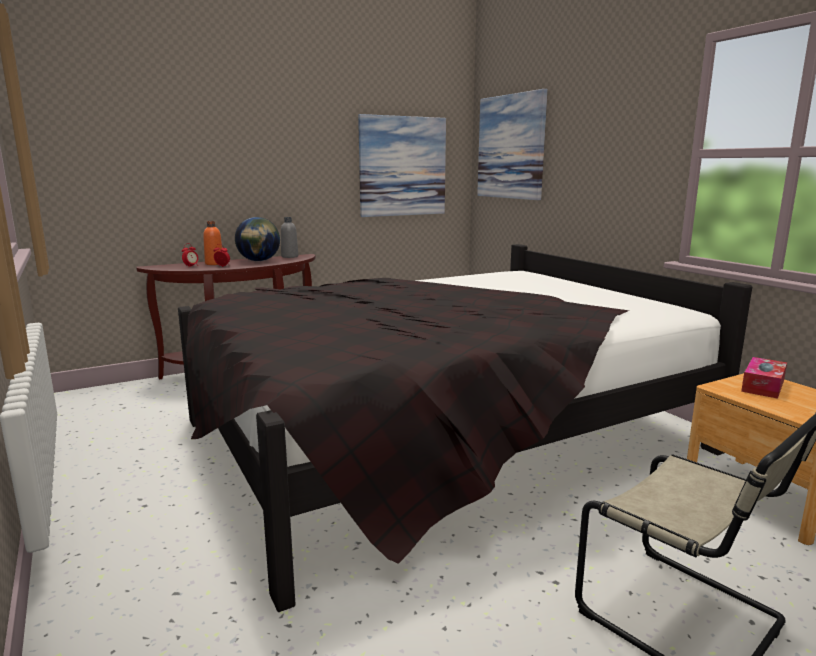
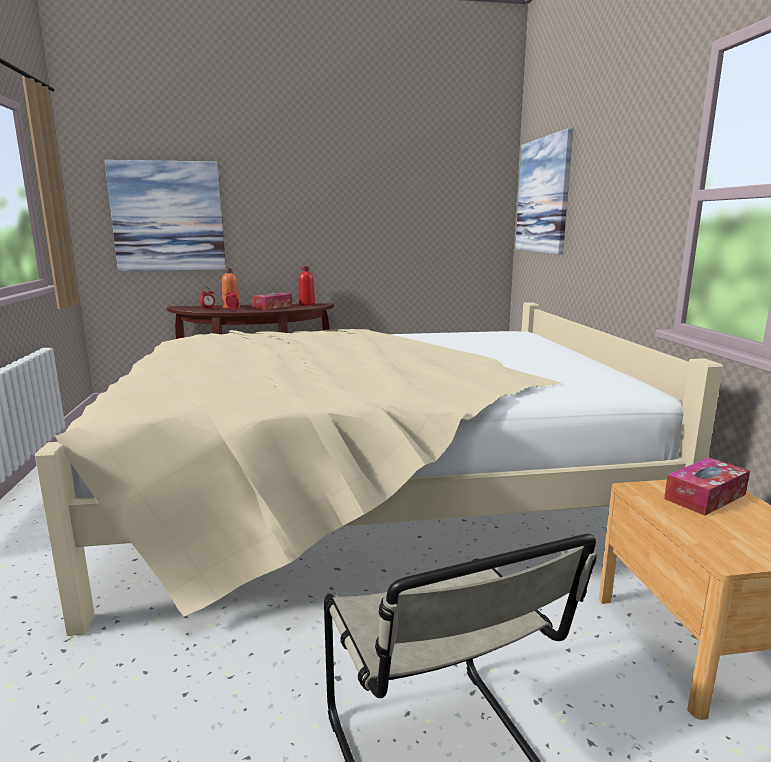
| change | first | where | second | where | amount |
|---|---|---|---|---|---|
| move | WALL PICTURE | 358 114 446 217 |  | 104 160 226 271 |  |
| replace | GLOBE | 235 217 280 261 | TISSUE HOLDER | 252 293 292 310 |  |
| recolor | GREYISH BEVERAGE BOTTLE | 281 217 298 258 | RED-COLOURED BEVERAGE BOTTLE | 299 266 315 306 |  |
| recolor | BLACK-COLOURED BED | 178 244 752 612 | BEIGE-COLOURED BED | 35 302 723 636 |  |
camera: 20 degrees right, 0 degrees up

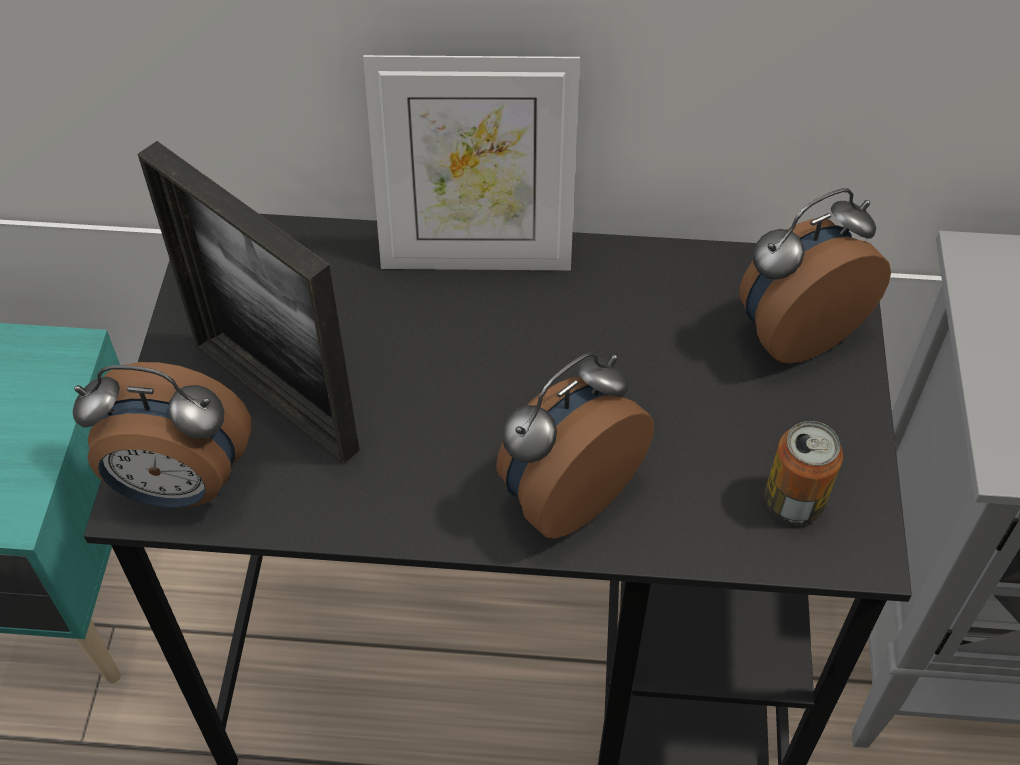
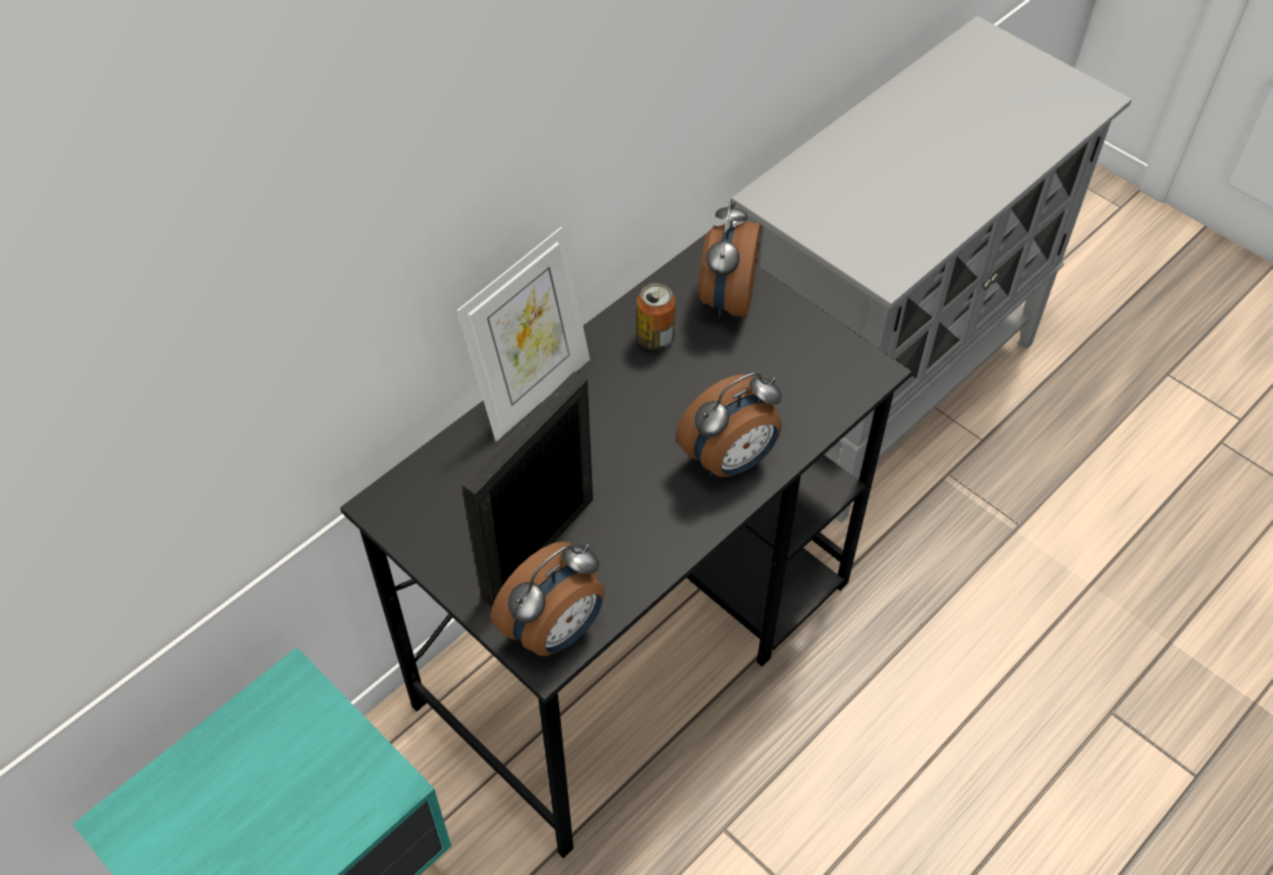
| change | first | where | second | where | amount |
|---|---|---|---|---|---|
| rotate | STANDING FRAME | 138 141 360 464 |  | 461 372 593 607 | 135 degrees clockwise |
| rotate | TABLE CLOCK | 496 352 654 539 |  | 676 373 782 477 | 120 degrees counterclockwise |
| move | METAL CAN | 764 421 843 524 |  | 637 283 676 350 |  |
camera: 50 degrees left, 0 degrees up

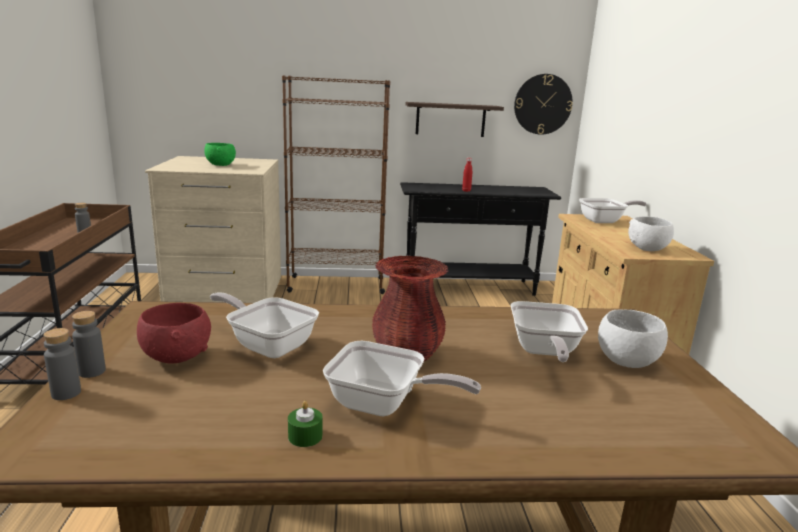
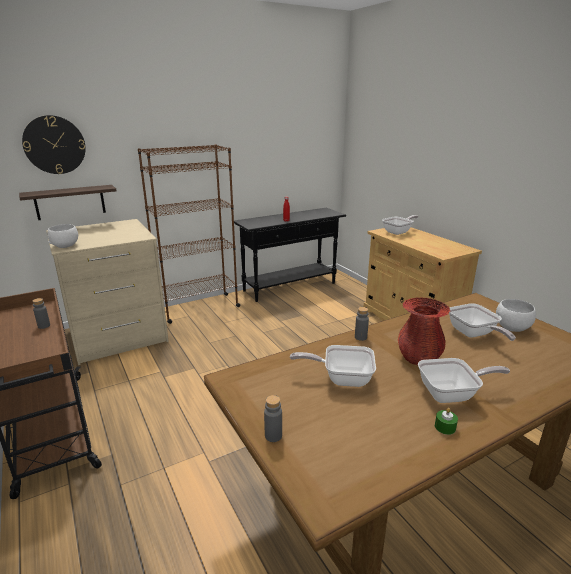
| change | first | where | second | where | amount |
|---|---|---|---|---|---|
| move | CLOCK ON THE WALL | 514 74 573 135 |  | 22 115 86 174 |  |
| move | SHELF | 405 102 504 137 |  | 19 185 117 220 |  |
| delete | GREEN SERVING BOWL | 204 143 236 166 |  |  |  |
| move | WHITE SERVING BOWL | 628 216 674 251 |  | 47 224 78 248 |  |
| delete | RED-COLOURED SERVING BOWL | 137 303 211 364 |  |  |  |
| move | GREYISH BEVERAGE BOTTLE | 43 328 81 400 |  | 355 307 369 341 |  |
camera: 25 degrees left, 5 degrees up

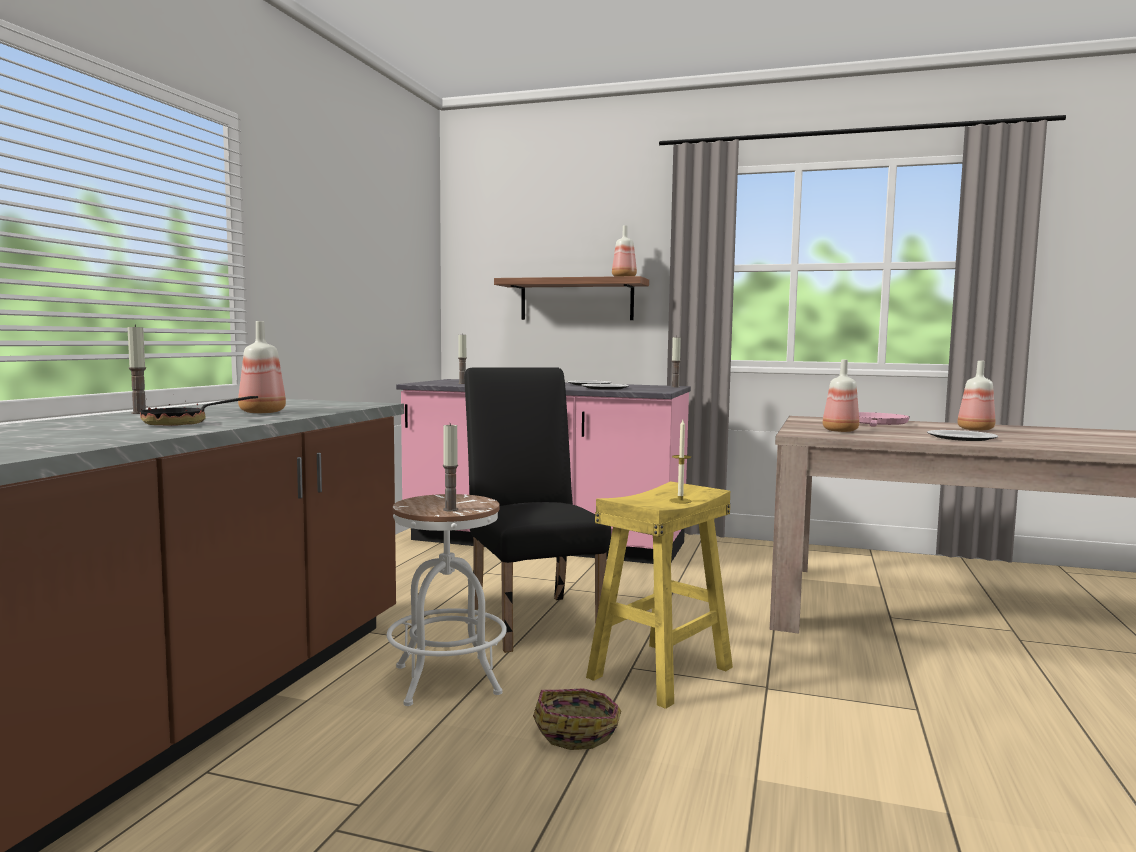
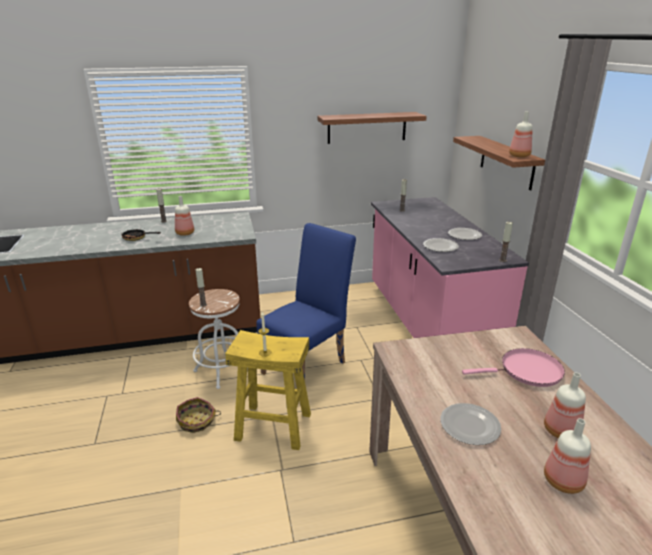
| change | first | where | second | where | amount |
|---|---|---|---|---|---|
| move | BEVERAGE BOTTLE | 823 360 859 432 |  | 544 418 591 494 |  |
| recolor | BLACK-COLOURED UPRIGHT CHAIR | 464 368 611 653 | BLUISH UPRIGHT CHAIR | 256 223 356 380 |  |
| insert |  |  | SHELF | 317 112 427 144 |  |
camera: 60 degrees right, 20 degrees up

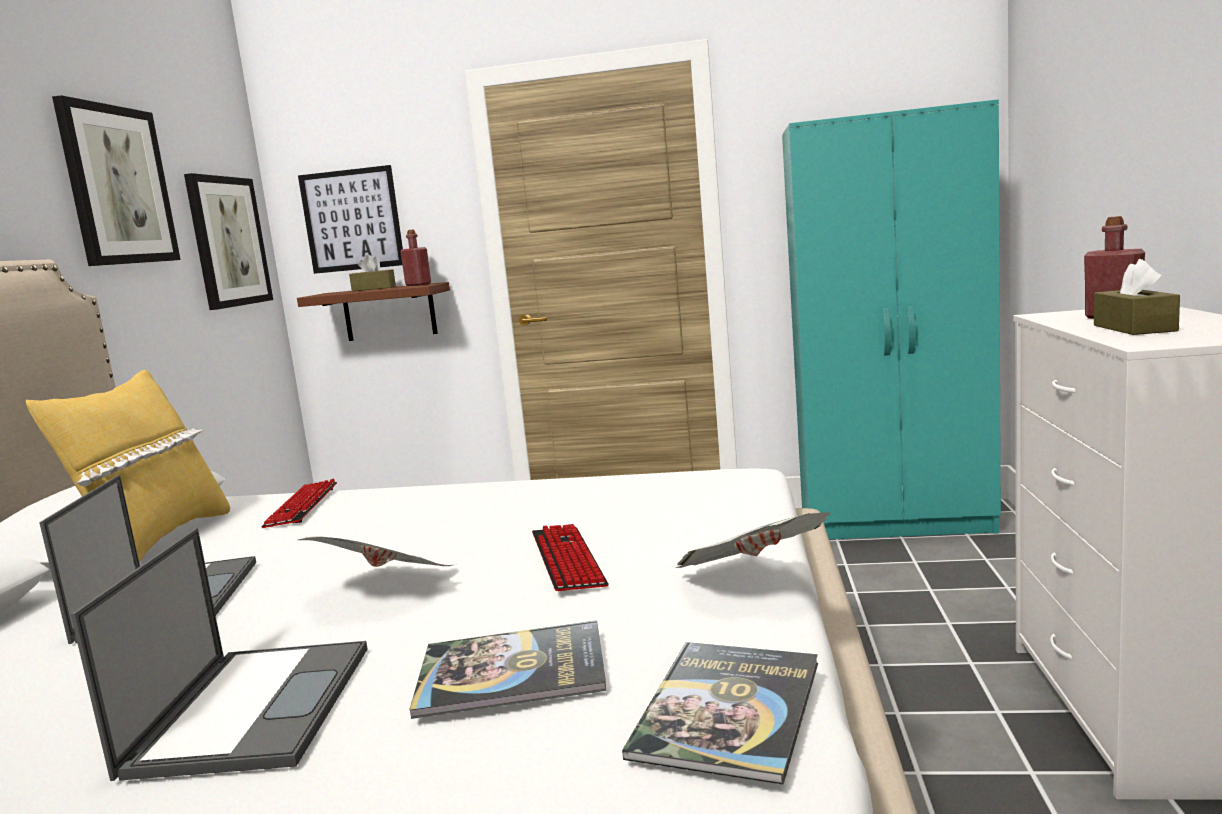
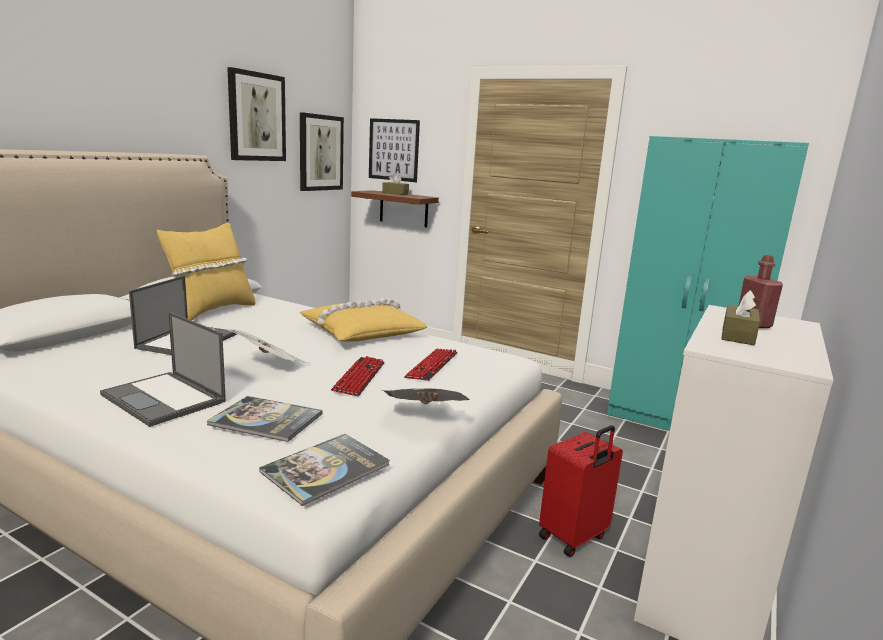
| change | first | where | second | where | amount |
|---|---|---|---|---|---|
| delete | RED-COLOURED BEVERAGE BOTTLE | 400 229 431 286 |  |  |  |
| move | KEYBOARD | 262 479 337 528 |  | 404 348 458 381 |  |
| rotate | NOTEBOOK COMPUTER | 71 528 368 781 |  | 100 312 226 427 | 105 degrees clockwise |
| insert |  |  | YELLOWISH CUSHION | 300 298 427 342 |  |
| insert |  |  | RED-COLOURED TRAVEL CASE | 539 425 623 557 |  |
camera: 20 degrees right, 5 degrees up

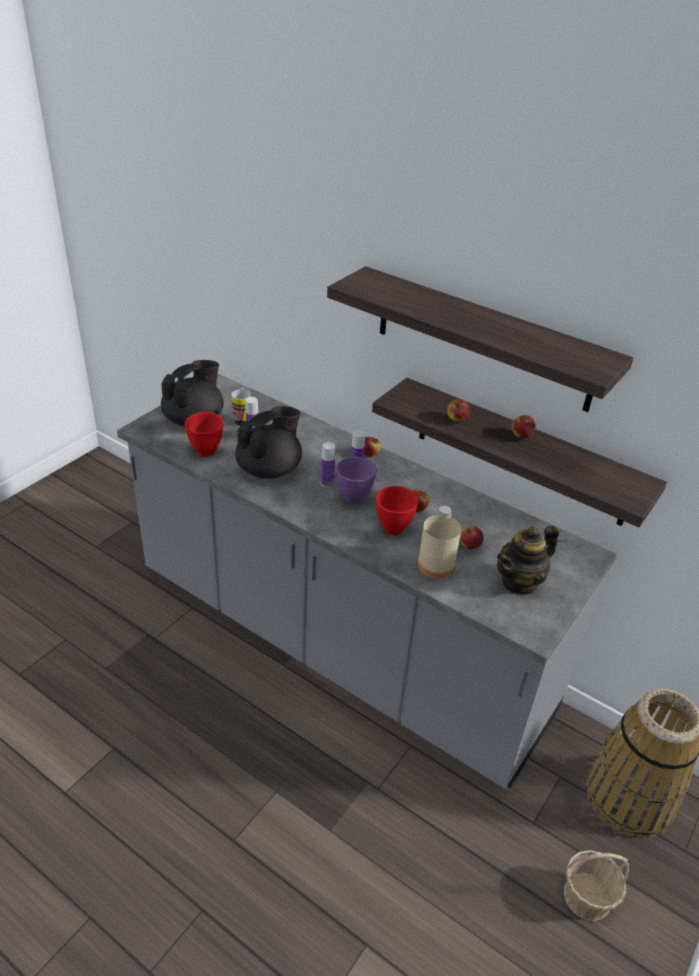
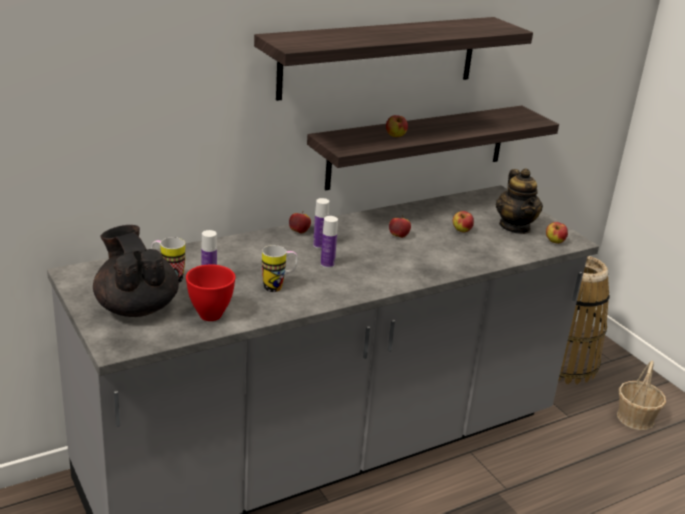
| change | first | where | second | where | amount |
|---|---|---|---|---|---|
| replace | BLACK-COLOURED TEAPOT | 235 406 302 479 | COFFEE MUG | 262 245 298 292 |  |
| move | APPLE FRUIT | 512 415 536 438 |  | 546 222 568 244 |  |
| delete | PURPLE SERVING BOWL | 336 457 377 504 |  |  |  |
| delete | RED-COLOURED SERVING BOWL | 376 486 418 535 |  |  |  |
| delete | BEIGE-COLOURED BEVERAGE BOTTLE | 417 506 461 578 |  |  |  |
camera: 65 degrees left, 10 degrees down

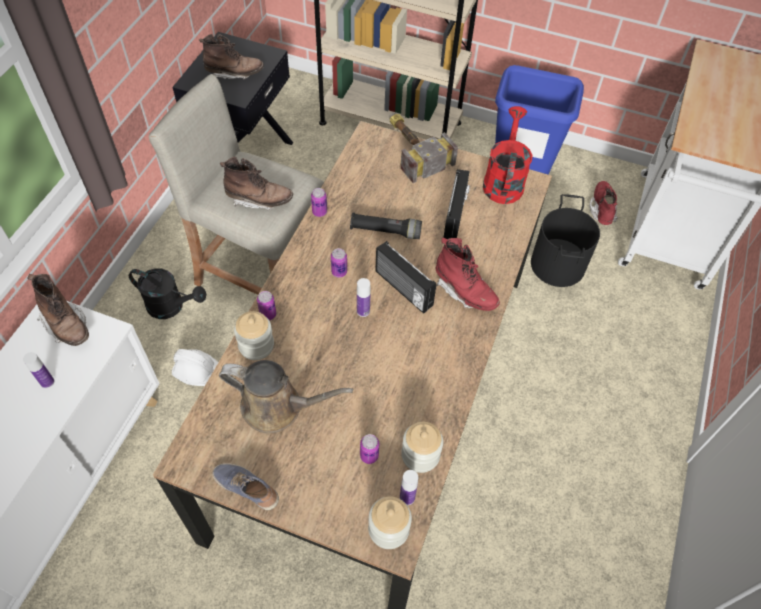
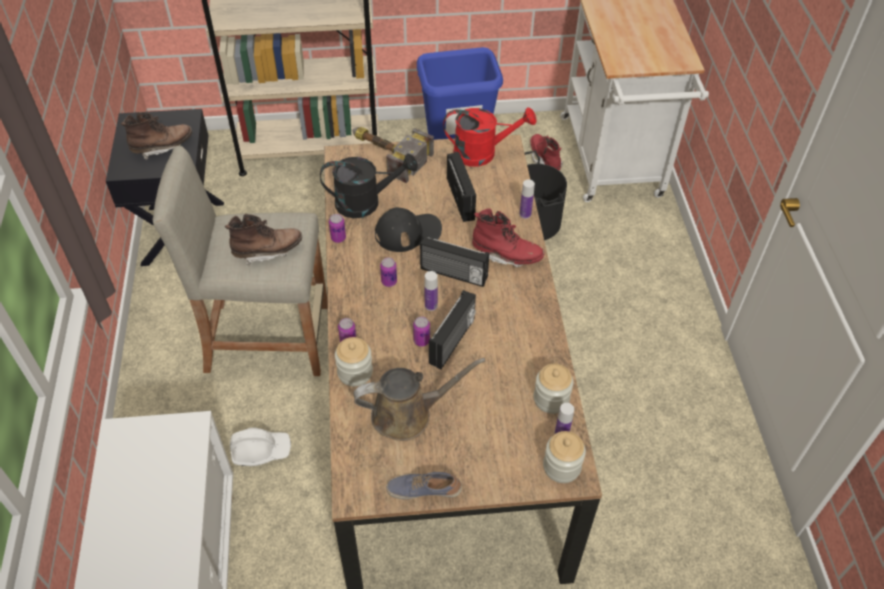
| change | first | where | second | where | amount |
|---|---|---|---|---|---|
| rotate | RED-COLOURED SPRINKLING CAN | 483 106 533 204 |  | 443 107 537 167 | 105 degrees clockwise |
| replace | BLACK-COLOURED FLASHLIGHT | 350 213 422 239 | BLACK-COLOURED BASEBALL CAP | 375 207 442 252 |  |
| move | BLACK-COLOURED SPRINKLING CAN | 129 268 206 319 |  | 320 153 418 218 |  |
| delete | BROWN-COLOURED HIGH-TOP BOOT | 27 274 89 346 |  |  |  |
| move | BEVERAGE BOTTLE | 23 352 54 388 |  | 520 179 535 219 |  |
| move | METAL CAN | 360 434 379 464 |  | 413 317 430 347 |  |
| insert |  |  | RADIO | 429 290 476 369 |  |
camera: 25 degrees left, 5 degrees down

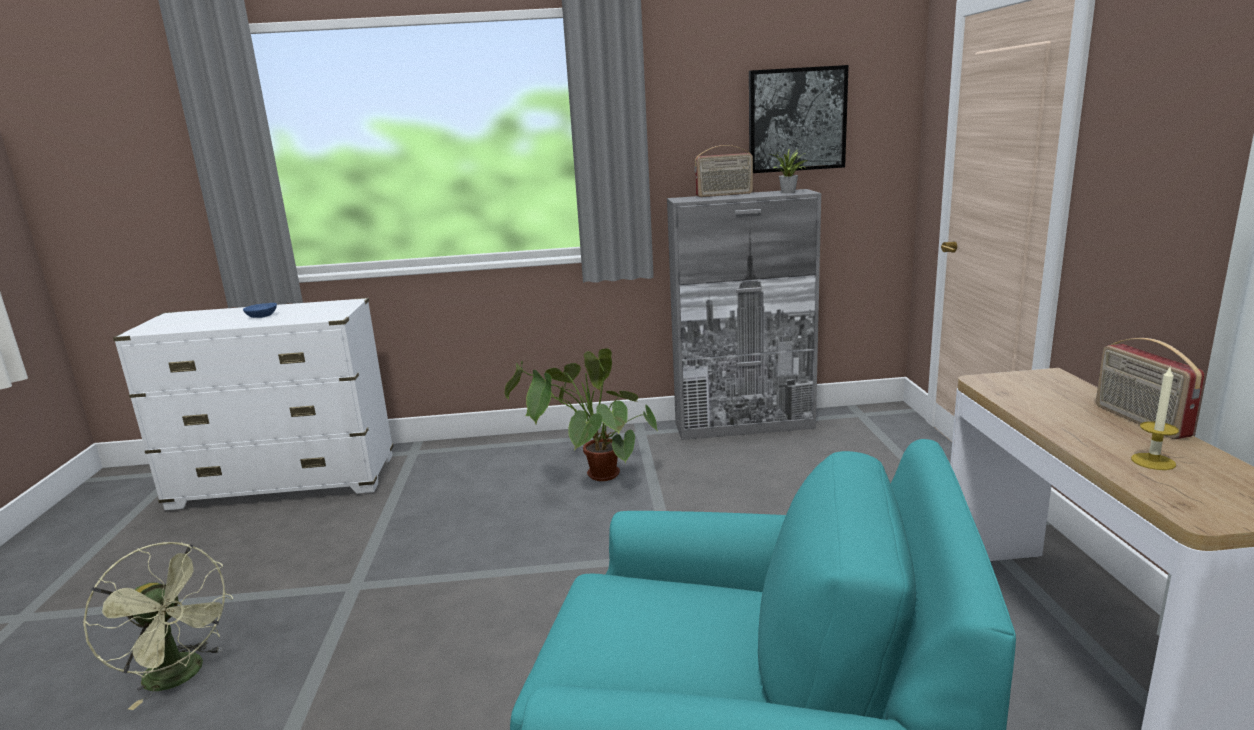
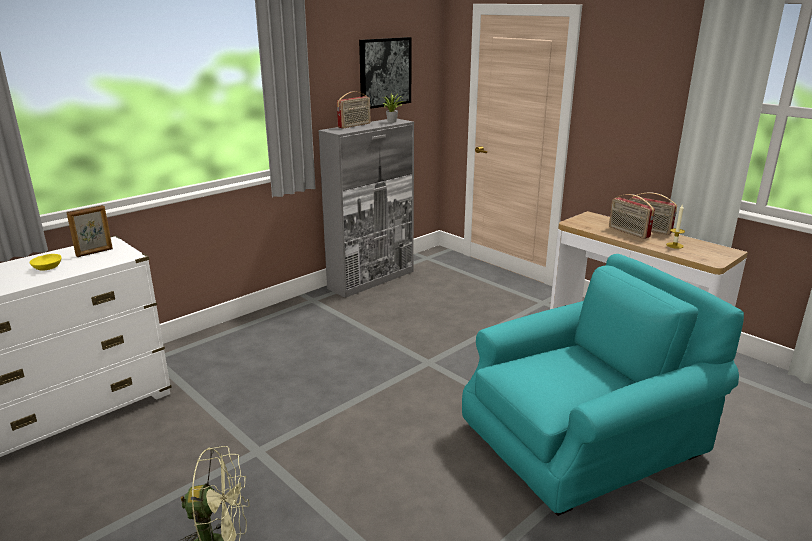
| change | first | where | second | where | amount |
|---|---|---|---|---|---|
| recolor | BLUISH SERVING BOWL | 243 303 277 318 | YELLOWISH SERVING BOWL | 30 254 62 271 |  |
| delete | PLANT IN A POT | 505 348 658 481 |  |  |  |
| insert |  |  | RADIO | 609 194 655 239 |  |
| insert |  |  | STANDING FRAME | 67 205 113 257 |  |
camera: 40 degrees left, 5 degrees up

